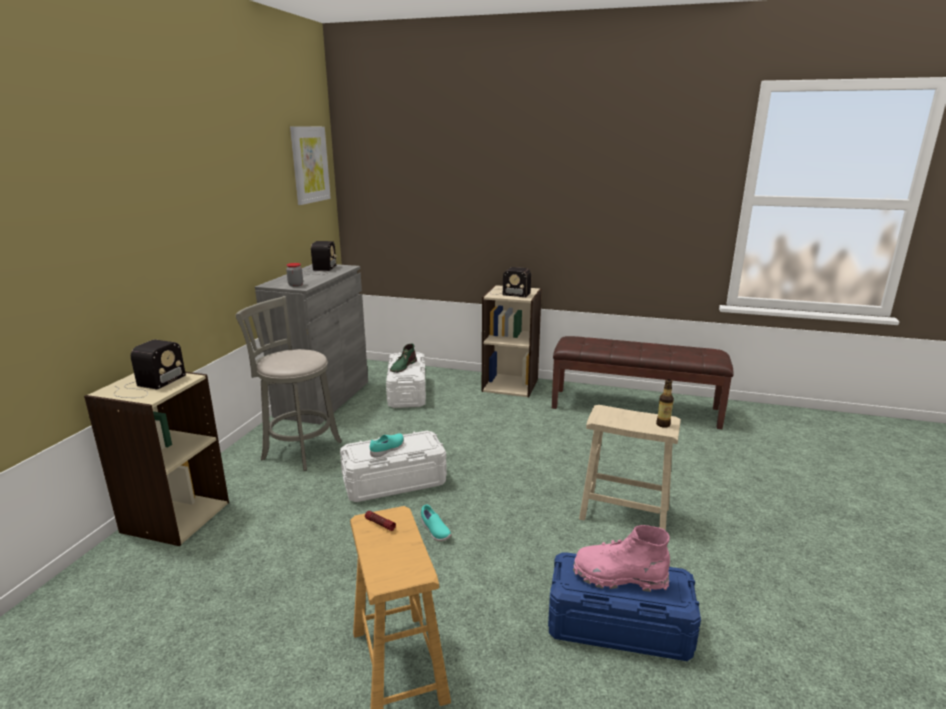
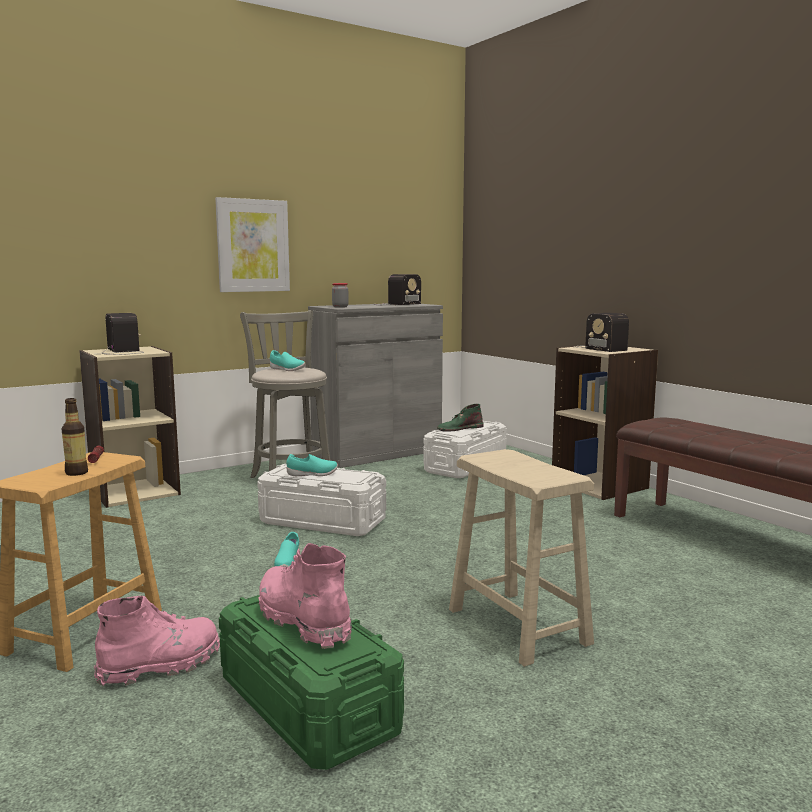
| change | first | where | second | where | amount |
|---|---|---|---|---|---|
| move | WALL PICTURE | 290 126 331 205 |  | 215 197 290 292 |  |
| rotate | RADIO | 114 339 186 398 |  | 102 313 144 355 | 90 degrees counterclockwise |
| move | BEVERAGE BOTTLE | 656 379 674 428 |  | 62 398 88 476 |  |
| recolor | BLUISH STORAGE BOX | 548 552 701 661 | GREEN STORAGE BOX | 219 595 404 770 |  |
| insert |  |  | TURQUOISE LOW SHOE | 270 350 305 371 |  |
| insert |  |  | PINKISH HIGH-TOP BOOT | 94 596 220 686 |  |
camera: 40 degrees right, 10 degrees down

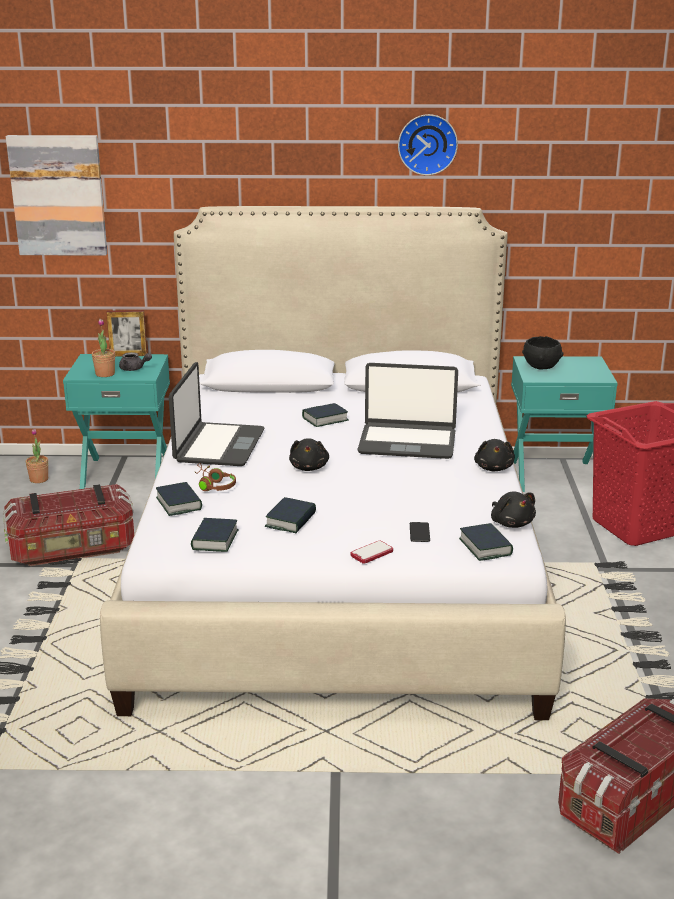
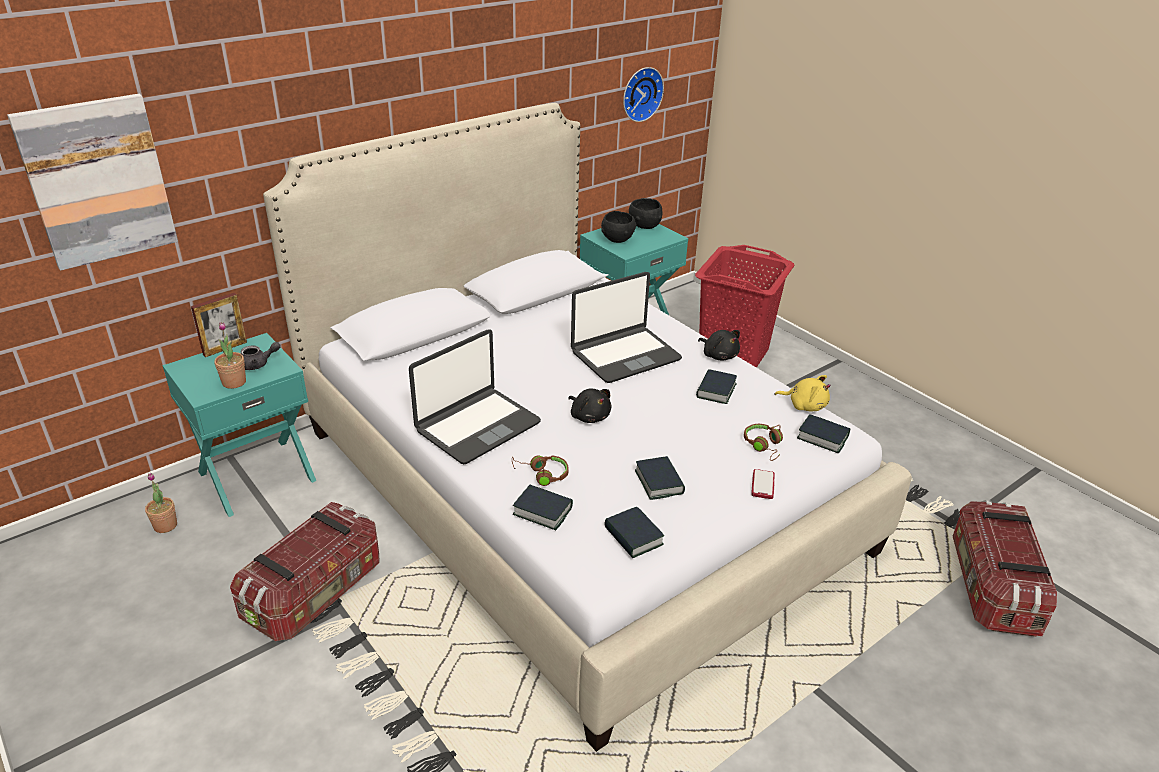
| change | first | where | second | where | amount |
|---|---|---|---|---|---|
| move | CLOCK ON THE WALL | 398 114 458 175 |  | 623 67 664 122 |  |
| rotate | NOTEBOOK COMPUTER | 169 362 264 466 |  | 409 330 541 464 | 75 degrees clockwise |
| move | VOLUME | 302 403 349 427 |  | 696 369 737 404 |  |
| recolor | BLACK-COLOURED SOFT TOY | 491 492 536 528 | YELLOWISH SOFT TOY | 774 375 831 411 |  |
| replace | TELEPHONE | 410 522 430 542 | BROWN-COLOURED HEADPHONES | 744 424 783 461 |  |
| insert |  |  | BLACK-COLOURED SERVING BOWL | 629 198 662 229 |  |
camera: 40 degrees left, 10 degrees up

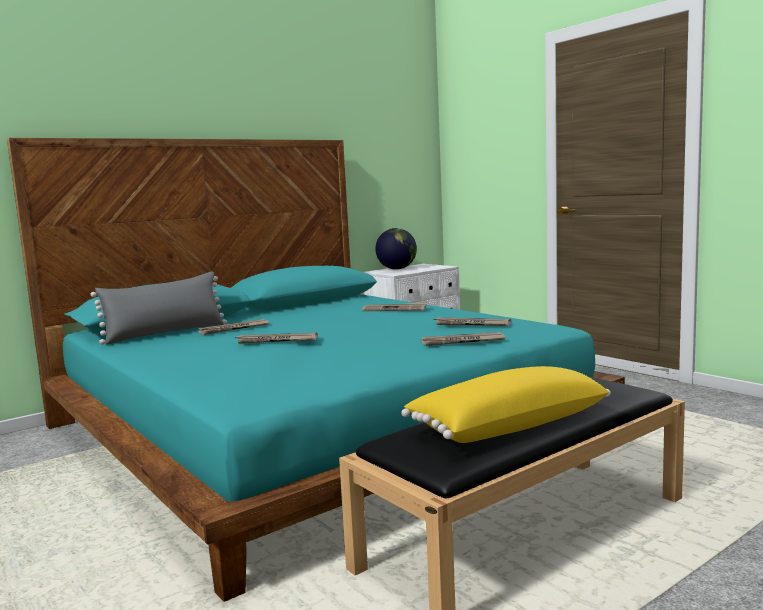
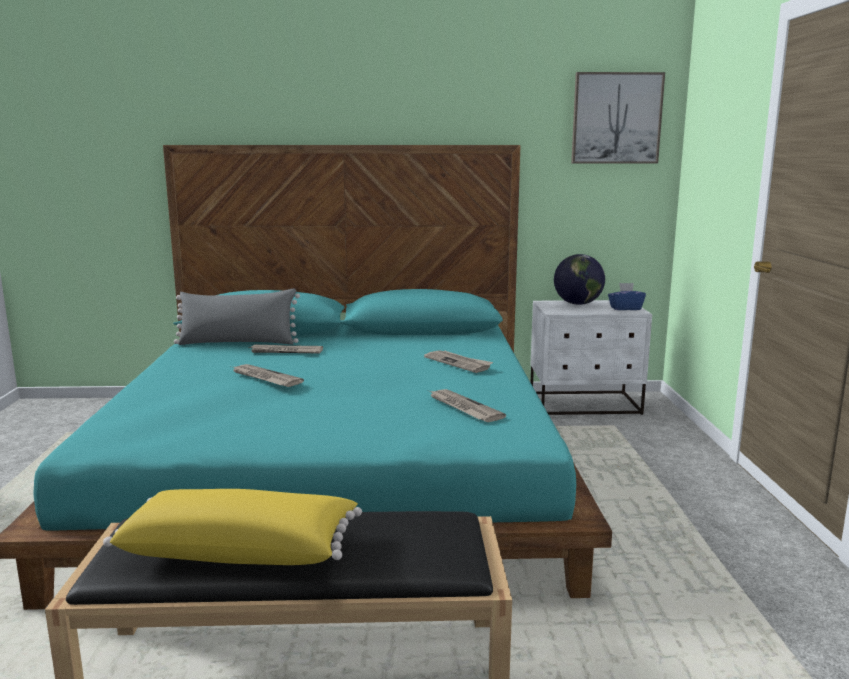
| change | first | where | second | where | amount |
|---|---|---|---|---|---|
| delete | PRINTED PAPER | 421 332 506 346 |  |  |  |
| insert |  |  | WALL PICTURE | 571 72 665 164 |  |
| insert |  |  | BLUISH TISSUE HOLDER | 608 283 646 310 |  |
camera: 35 degrees right, 5 degrees up

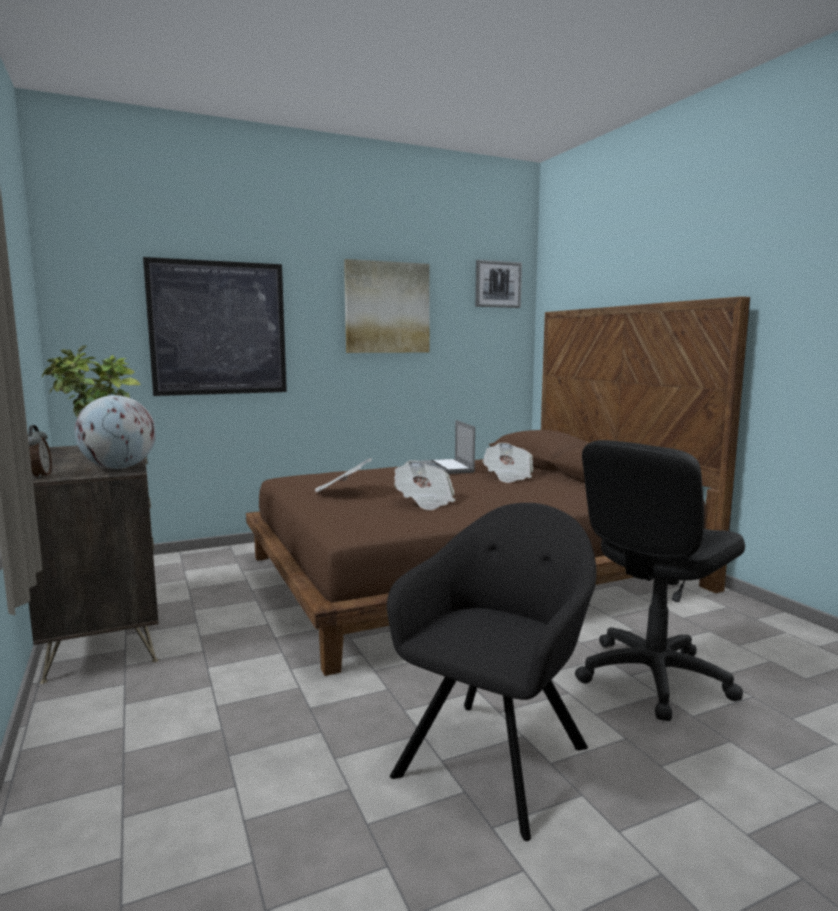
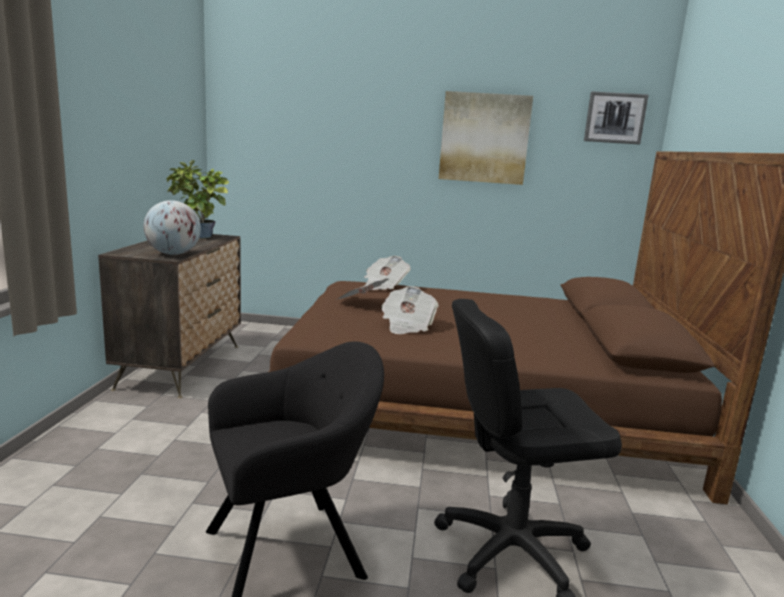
| change | first | where | second | where | amount |
|---|---|---|---|---|---|
| delete | WALL PICTURE | 143 257 287 396 |  |  |  |
| delete | NOTEBOOK COMPUTER | 419 420 475 474 |  |  |  |
| delete | TABLE CLOCK | 28 425 52 479 |  |  |  |
| move | PRINTED PAPER | 482 443 533 483 |  | 364 256 410 290 |  |
camera: 30 degrees right, 5 degrees up

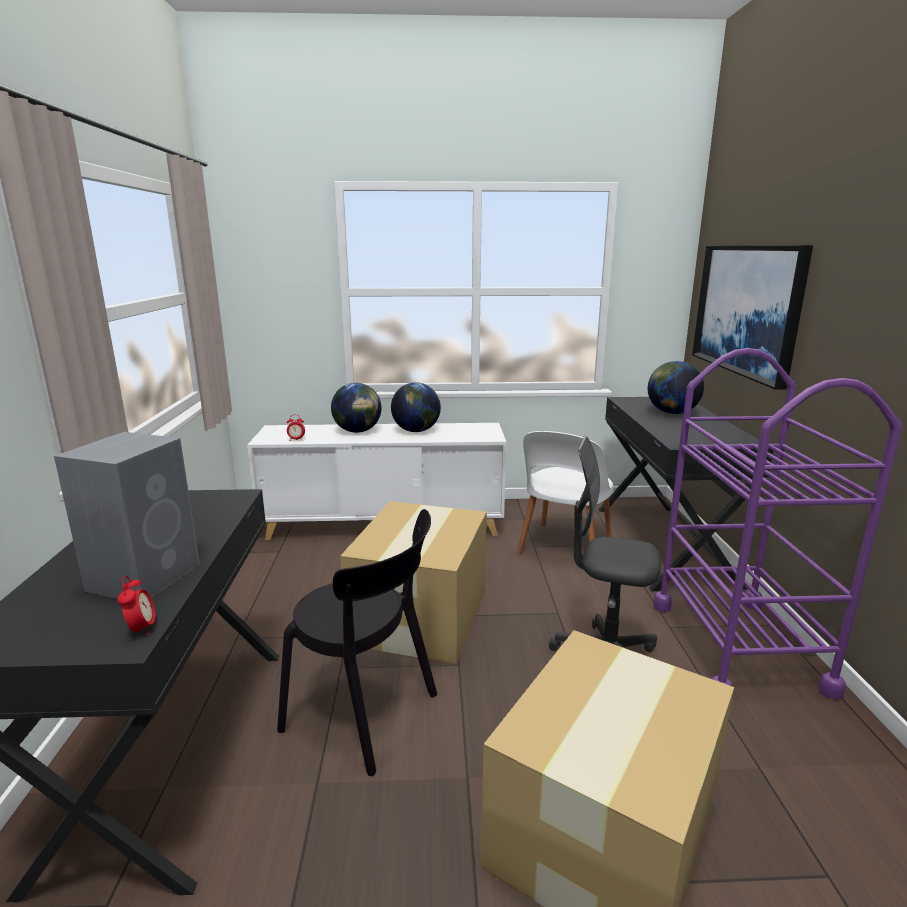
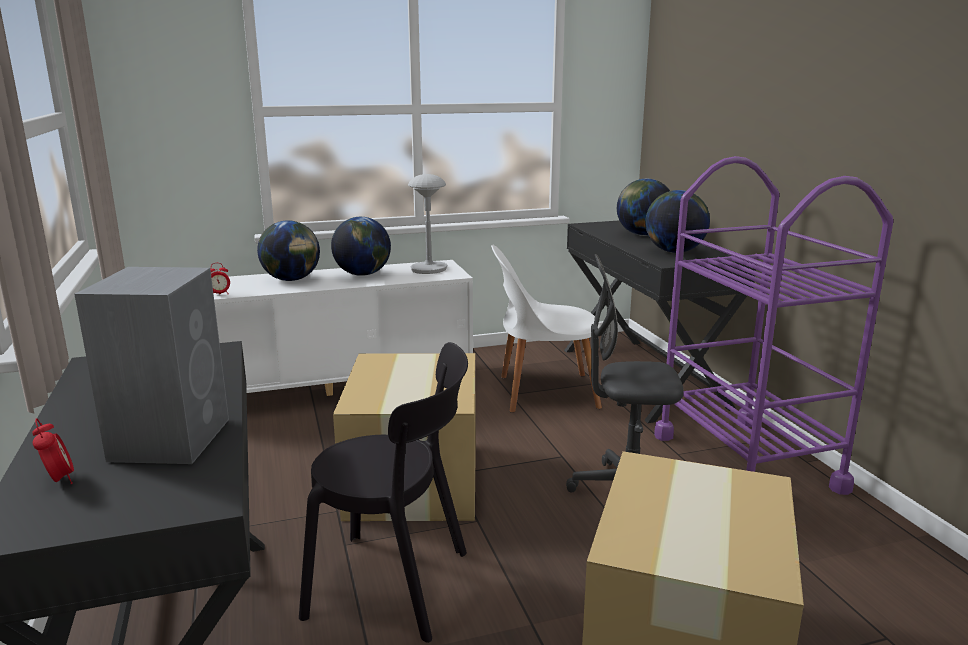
| change | first | where | second | where | amount |
|---|---|---|---|---|---|
| delete | WALL PICTURE | 692 245 813 390 |  |  |  |
| rotate | WHITE UPRIGHT CHAIR | 517 431 613 555 |  | 491 244 602 413 | 75 degrees clockwise |
| move | TABLE CLOCK | 118 576 155 636 |  | 32 418 74 484 |  |
| insert |  |  | GREYISH LAMP FOR A TABLE | 408 174 448 274 |  |
| insert |  |  | GLOBE | 645 190 710 253 |  |
camera: 15 degrees left, 0 degrees up

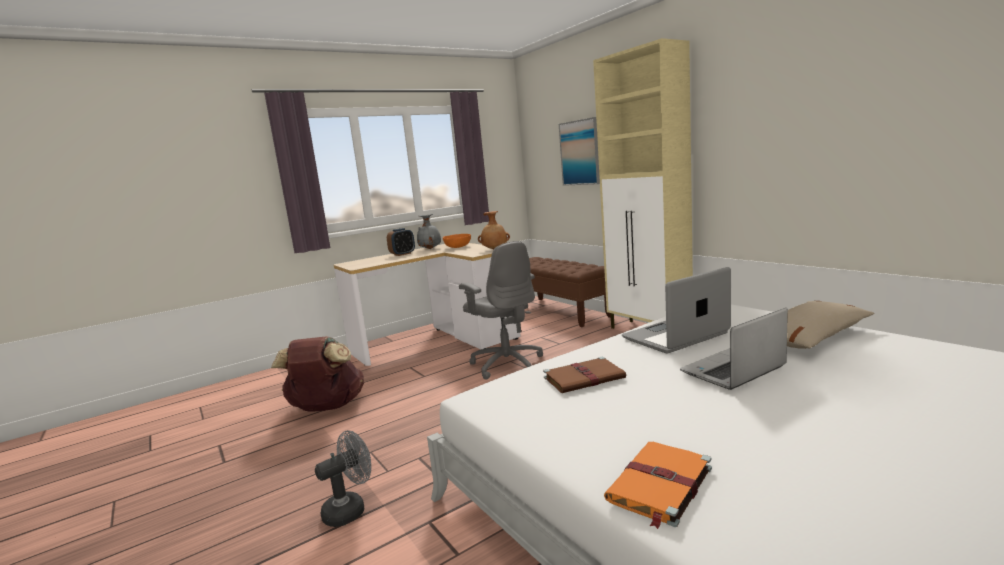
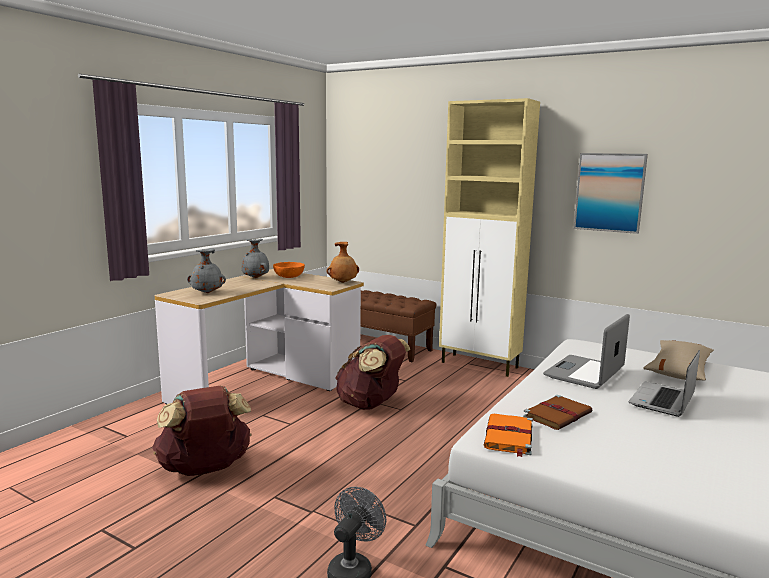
| change | first | where | second | where | amount |
|---|---|---|---|---|---|
| move | WALL PICTURE | 559 117 600 186 |  | 574 153 648 234 |  |
| delete | TABLE CLOCK | 387 228 415 256 |  |  |  |
| replace | GREYISH COMPUTER CHAIR | 459 241 543 380 | BROWN-COLOURED BACKPACK | 335 335 410 410 |  |
| move | ORANGEY VOLUME | 604 442 712 529 |  | 484 414 533 457 |  |
| insert |  |  | GREYISH VASE | 187 248 226 293 |  |
camera: 25 degrees left, 0 degrees up

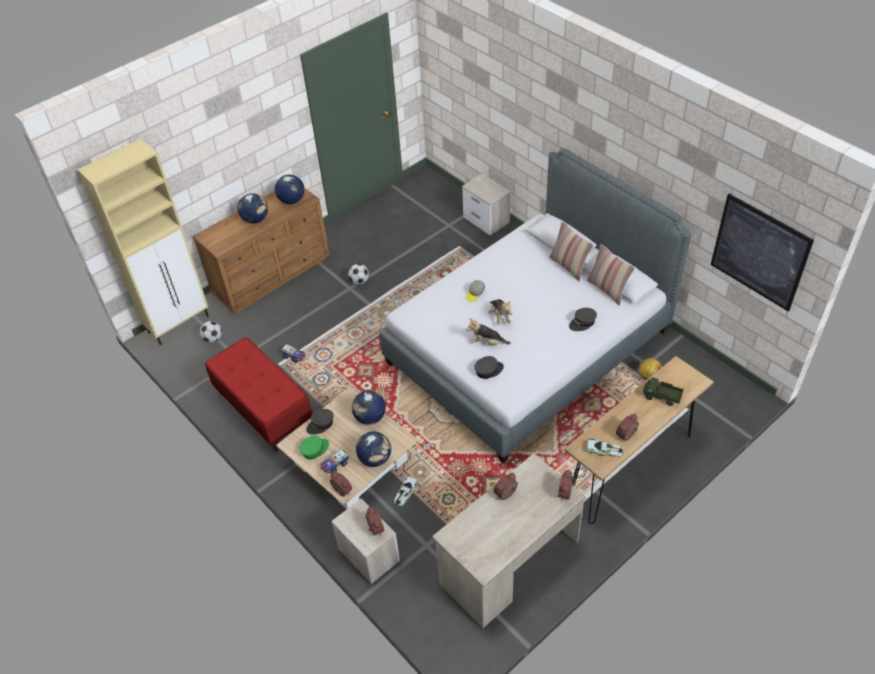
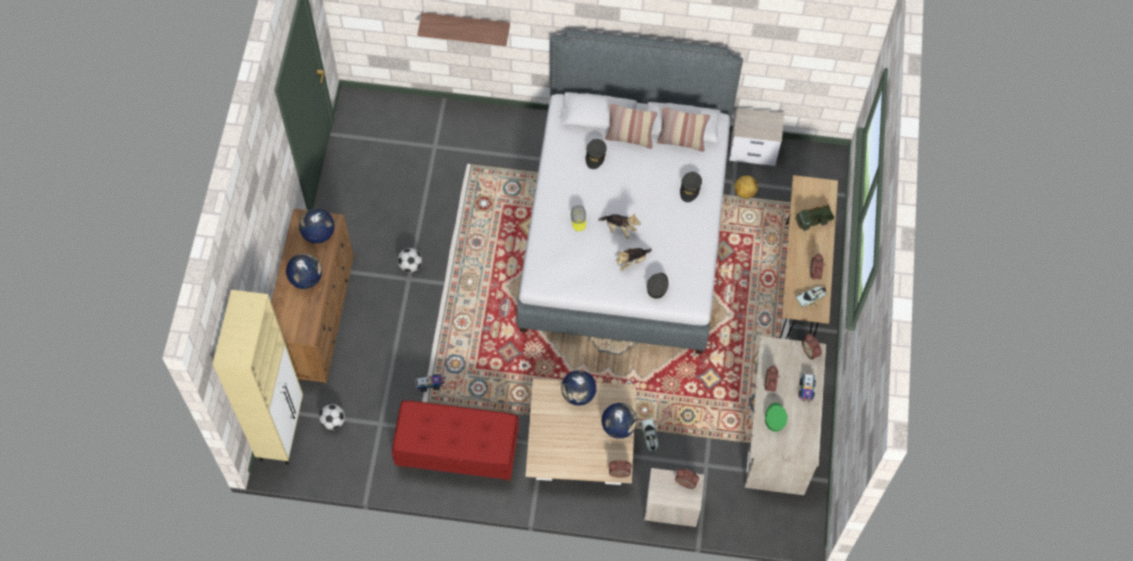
| change | first | where | second | where | amount |
|---|---|---|---|---|---|
| move | BEDSIDE TABLE | 462 173 511 236 |  | 729 107 784 166 |  |
| delete | WALL PICTURE | 711 194 814 311 |  |  |  |
| move | GREYISH BASEBALL CAP | 306 409 334 435 |  | 585 139 607 169 |  |
| move | GREEN BASEBALL CAP | 300 435 329 459 |  | 765 403 788 432 |  |
| move | MODEL TRUCK | 320 449 350 473 |  | 798 373 816 403 |  |
| insert |  |  | SHELF | 417 12 510 46 |  |
camera: 45 degrees left, 15 degrees up

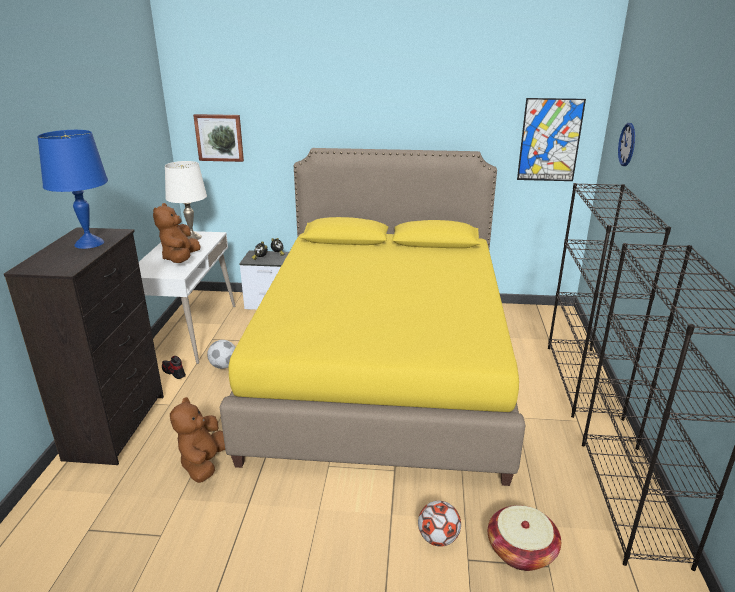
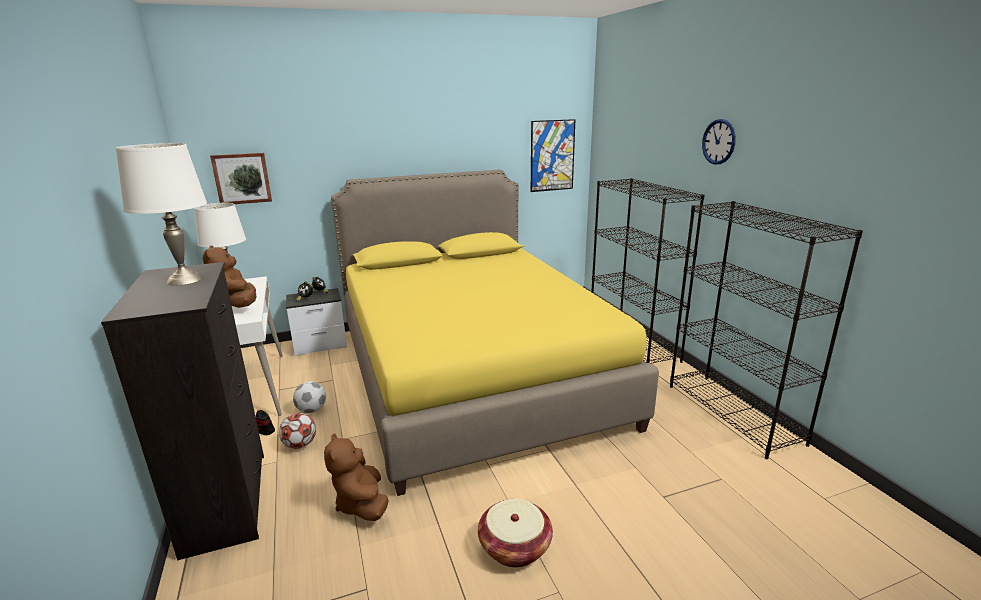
| change | first | where | second | where | amount |
|---|---|---|---|---|---|
| move | CLOCK ON THE WALL | 618 123 635 166 |  | 702 119 736 165 |  |
| recolor | BLUISH LAMP FOR A TABLE | 38 130 108 249 | WHITE LAMP FOR A TABLE | 116 143 207 286 |  |
| move | FOOTBALL BALL | 418 501 461 547 |  | 279 413 316 449 |  |
| move | BASKET | 488 505 561 571 |  | 478 499 553 567 |  |
camera: 25 degrees left, 5 degrees down

